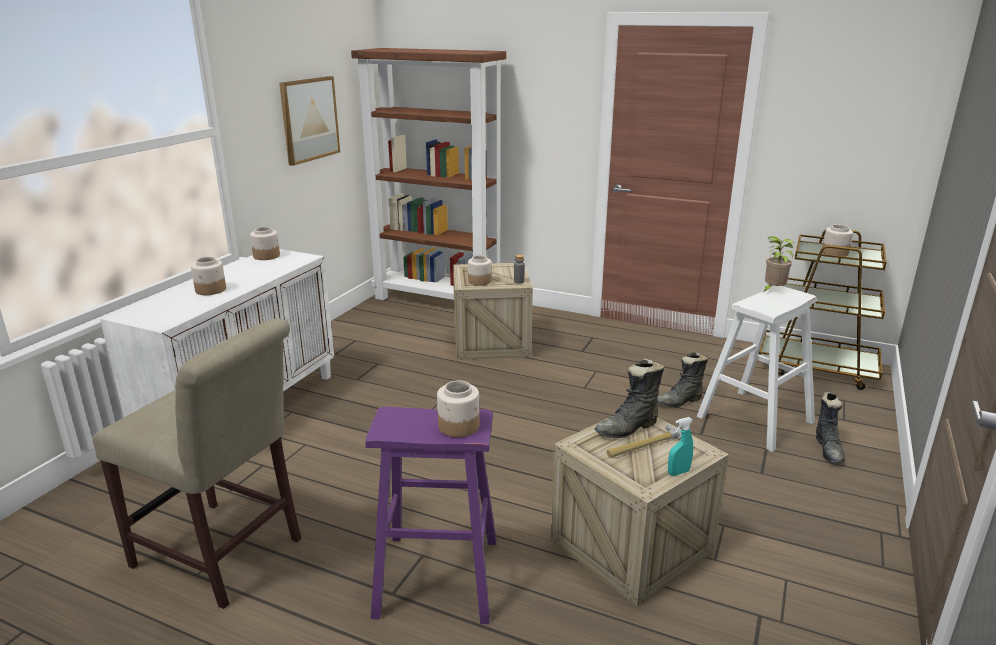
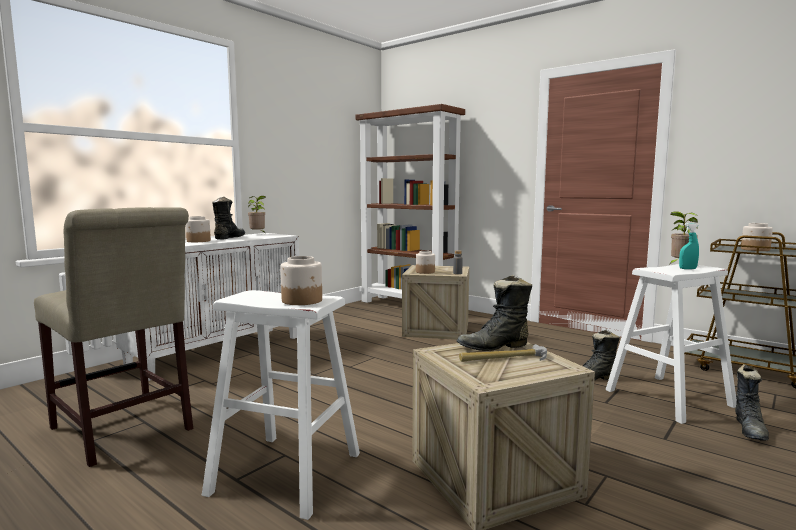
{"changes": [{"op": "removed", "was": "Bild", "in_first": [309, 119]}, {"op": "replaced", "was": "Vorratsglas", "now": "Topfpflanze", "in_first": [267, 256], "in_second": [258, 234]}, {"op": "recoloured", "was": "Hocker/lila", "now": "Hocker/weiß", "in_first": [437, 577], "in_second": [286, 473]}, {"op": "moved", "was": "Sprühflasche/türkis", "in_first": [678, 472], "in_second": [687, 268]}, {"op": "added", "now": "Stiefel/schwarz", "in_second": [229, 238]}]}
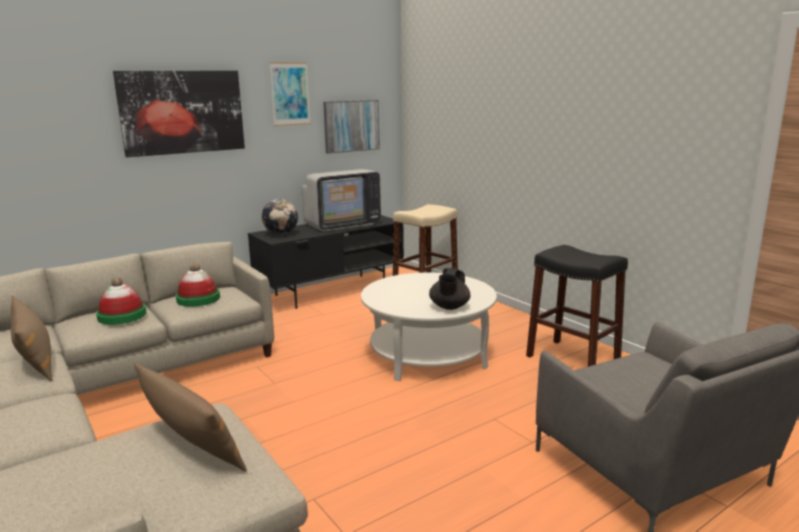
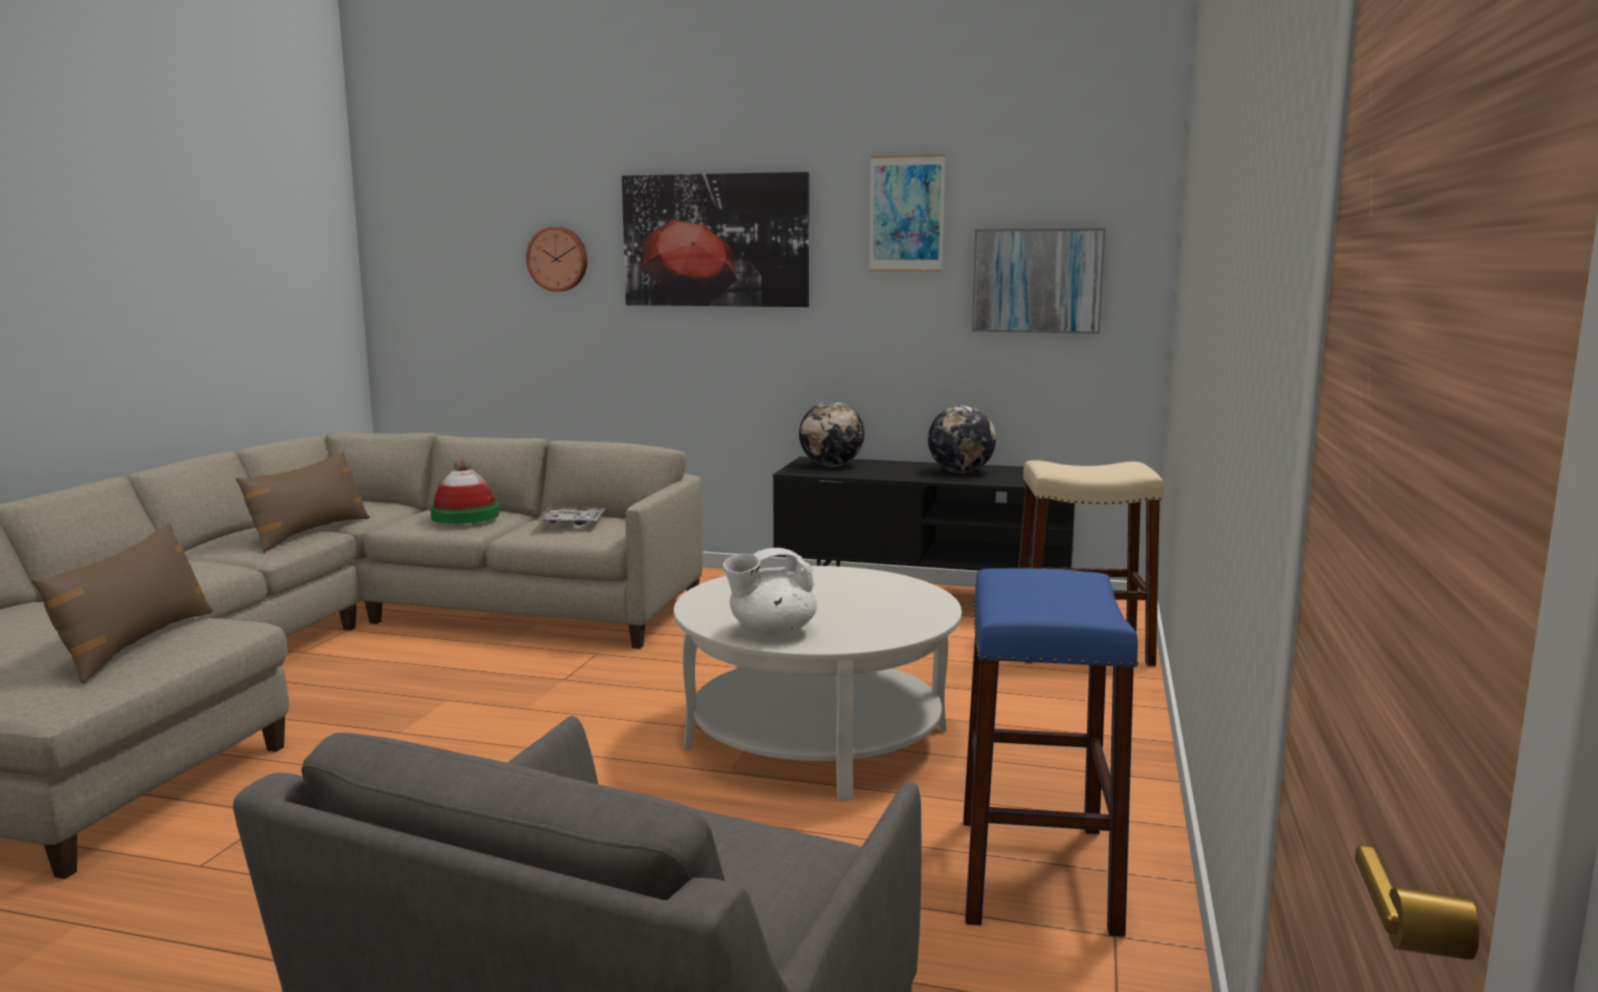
{"changes": [{"op": "replaced", "was": "Fernseher", "now": "Globus", "in_first": [342, 224], "in_second": [960, 472]}, {"op": "recoloured", "was": "Hocker/schwarz", "now": "Hocker/blau", "in_first": [572, 359], "in_second": [1036, 873]}, {"op": "replaced", "was": "Hut", "now": "Tablett", "in_first": [198, 299], "in_second": [572, 522]}, {"op": "recoloured", "was": "Teekanne/schwarz", "now": "Teekanne/weiß", "in_first": [449, 307], "in_second": [771, 631]}, {"op": "added", "now": "Wanduhr", "in_second": [558, 259]}]}
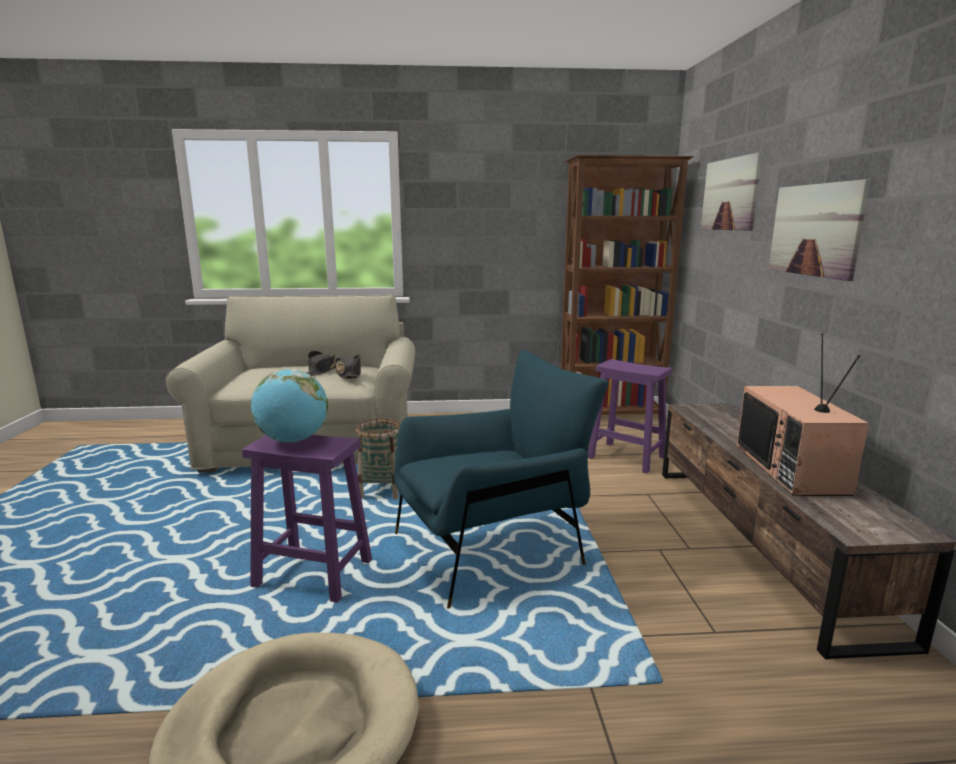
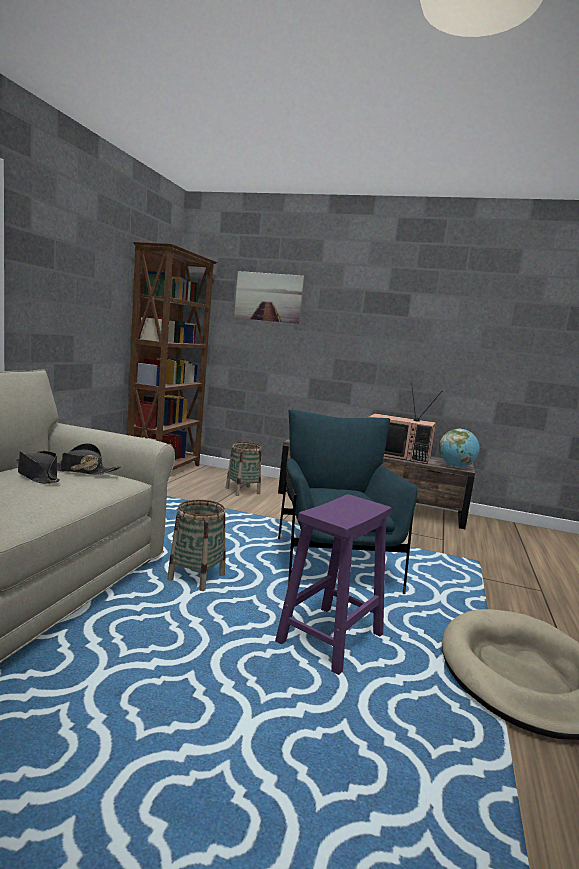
{"changes": [{"op": "removed", "was": "Bild", "in_first": [815, 230]}, {"op": "replaced", "was": "Hocker/lila", "now": "Korb", "in_first": [628, 457], "in_second": [242, 491]}, {"op": "moved", "was": "Globus", "in_first": [293, 440], "in_second": [456, 466]}]}
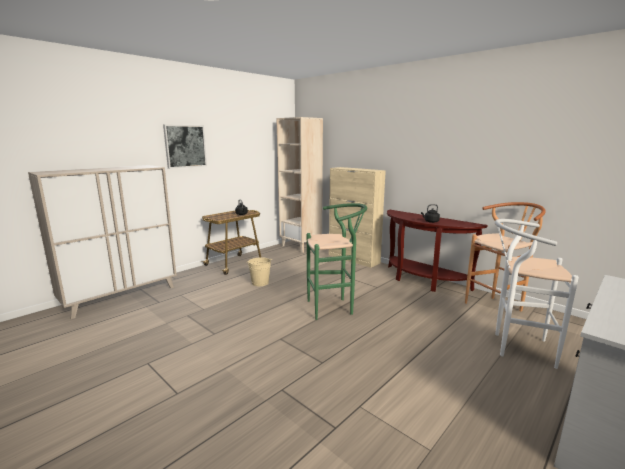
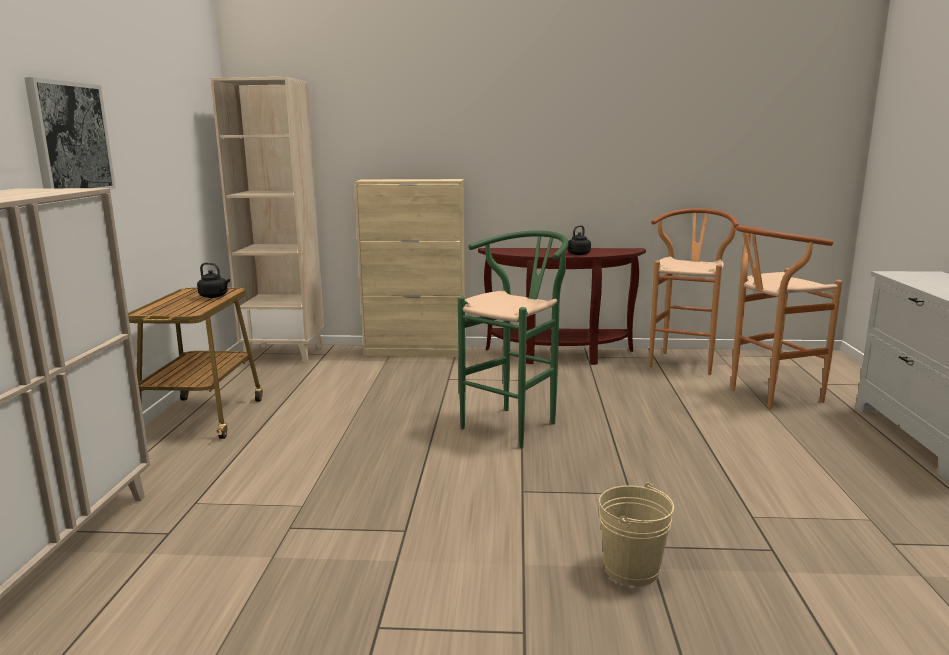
{"changes": [{"op": "recoloured", "was": "Hocker/weiß", "now": "Hocker/braun", "in_first": [516, 347], "in_second": [767, 396]}, {"op": "moved", "was": "Eimer/beige", "in_first": [260, 283], "in_second": [631, 569]}]}
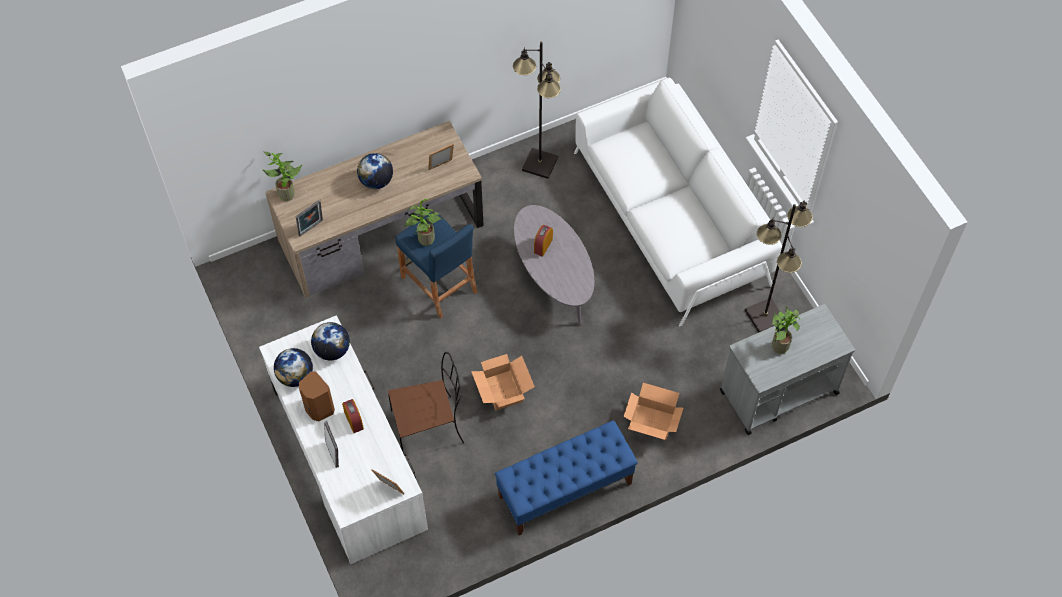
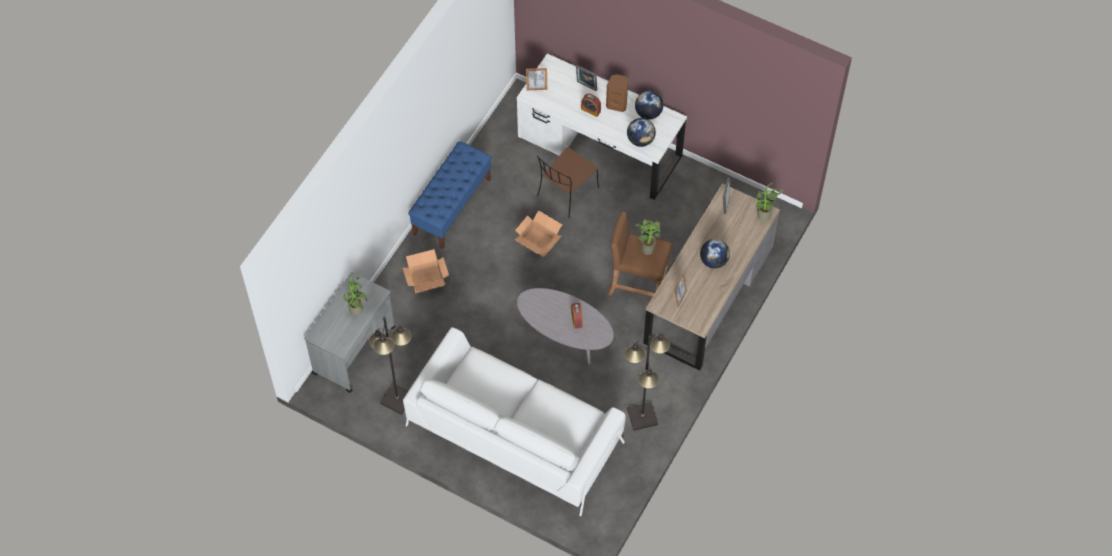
{"changes": [{"op": "recoloured", "was": "Hocker/blau", "now": "Hocker/braun", "in_first": [439, 284], "in_second": [638, 284]}]}
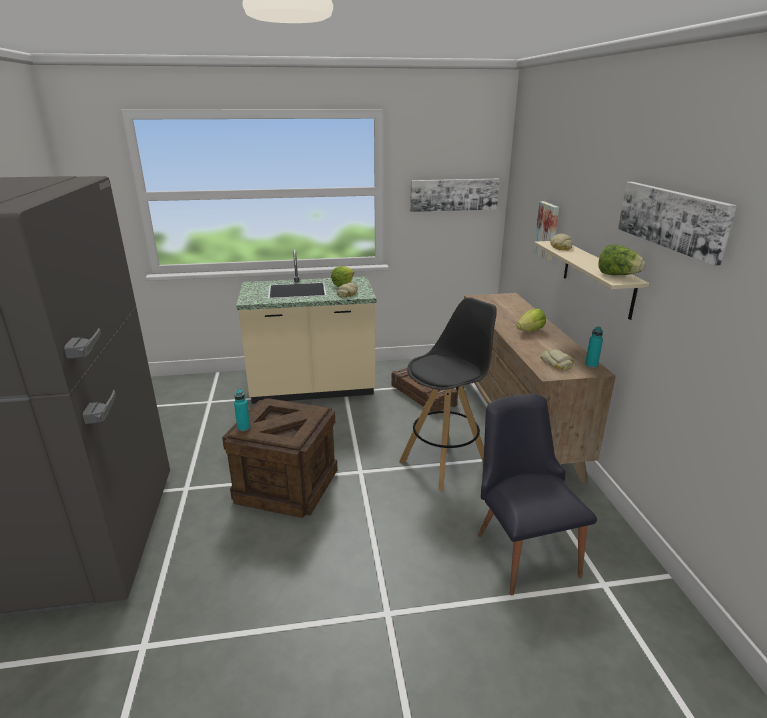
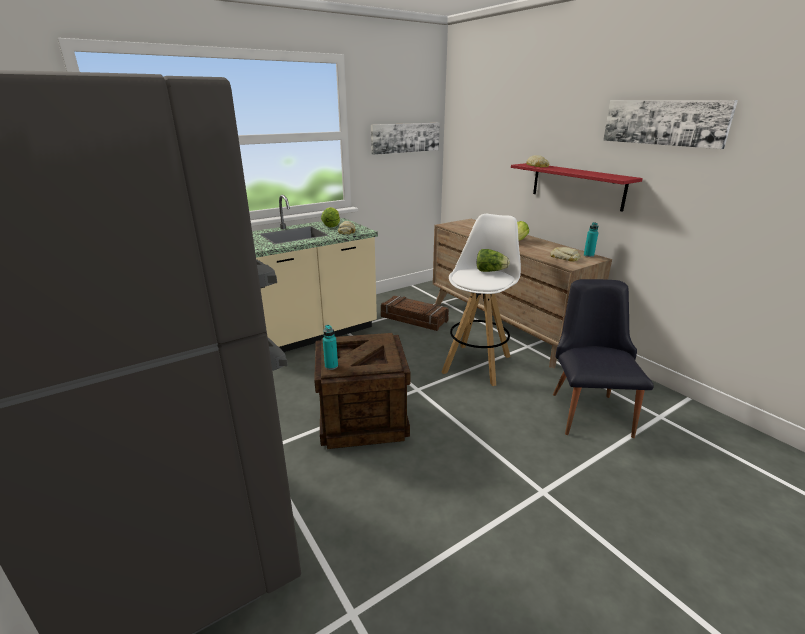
{"changes": [{"op": "removed", "was": "Bild", "in_first": [548, 230]}, {"op": "recoloured", "was": "Wandregal/beige", "now": "Wandregal/rot", "in_first": [597, 277], "in_second": [577, 186]}, {"op": "moved", "was": "Salatkopf", "in_first": [617, 275], "in_second": [490, 271]}, {"op": "recoloured", "was": "Hocker/schwarz", "now": "Hocker/weiß", "in_first": [445, 461], "in_second": [477, 363]}, {"op": "turned", "was": "Stuhl/schwarz", "in_first": [522, 547], "in_second": [588, 409], "clockwise": 45}]}
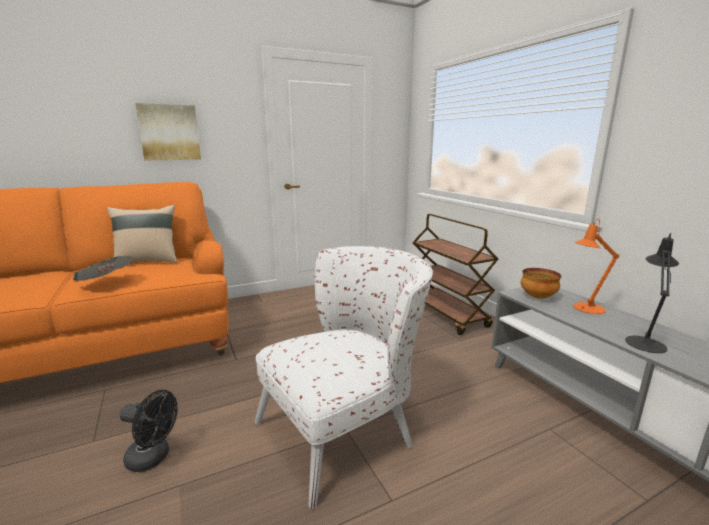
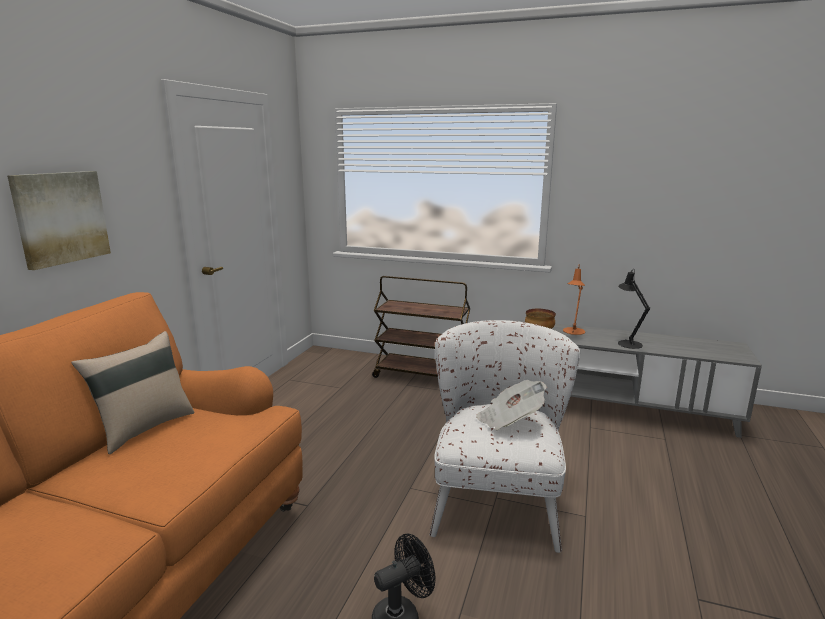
{"changes": [{"op": "moved", "was": "Zeitung", "in_first": [106, 283], "in_second": [509, 420]}]}
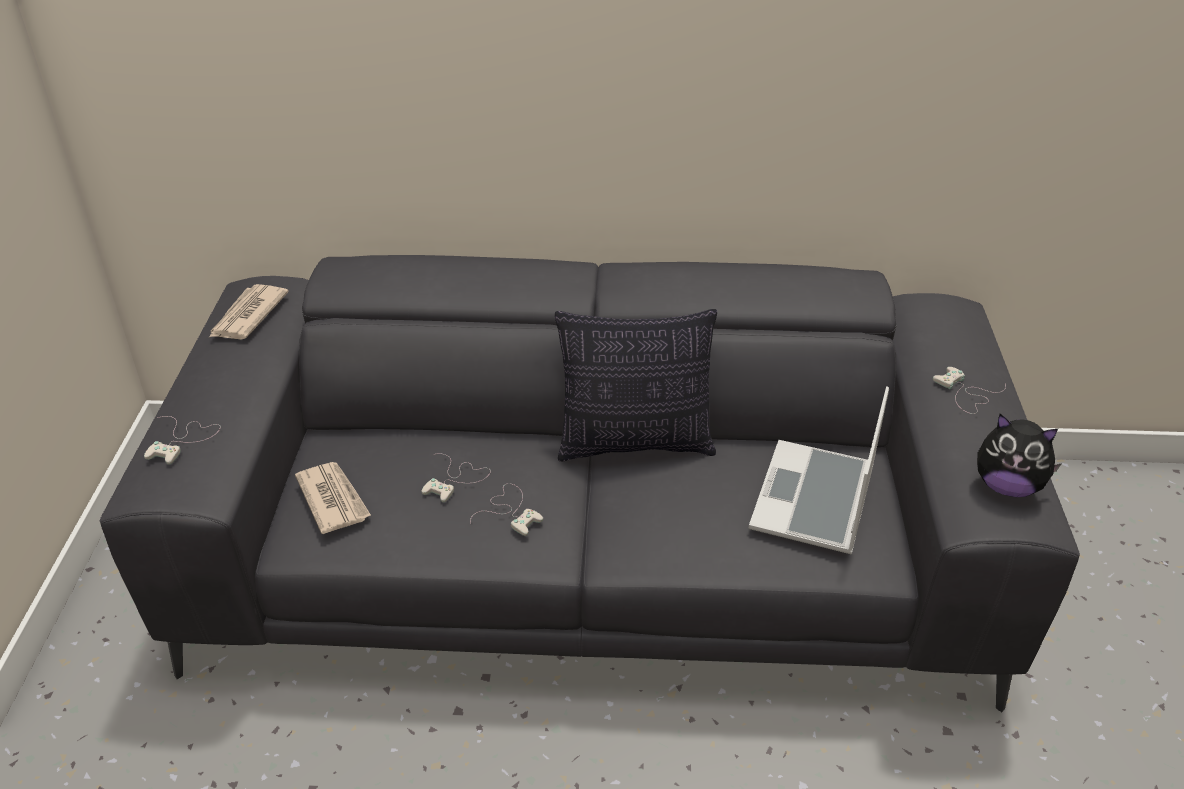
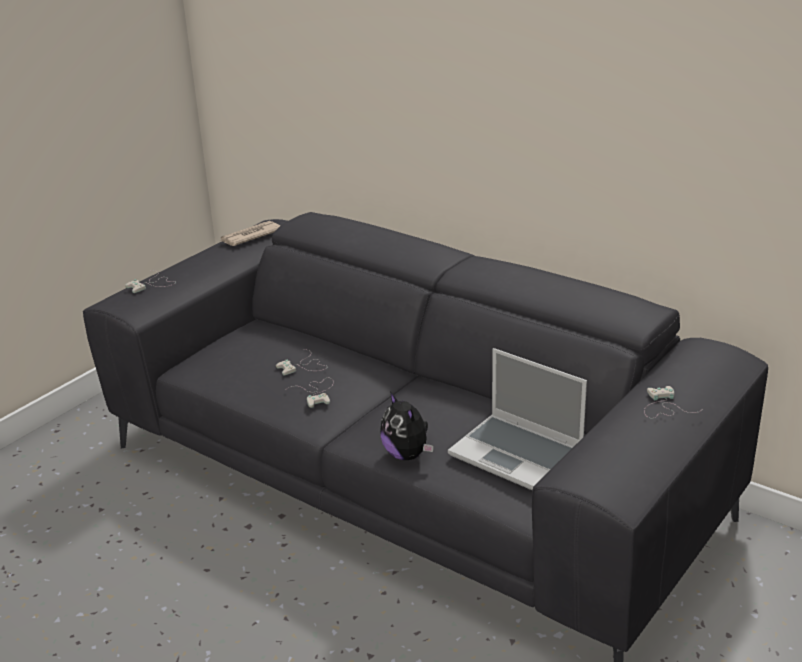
{"changes": [{"op": "removed", "was": "Kissen", "in_first": [635, 443]}, {"op": "turned", "was": "Laptop", "in_first": [815, 501], "in_second": [518, 454], "clockwise": -105}, {"op": "moved", "was": "Plüschtier", "in_first": [1007, 486], "in_second": [407, 455]}, {"op": "removed", "was": "Zeitung", "in_first": [333, 499]}]}
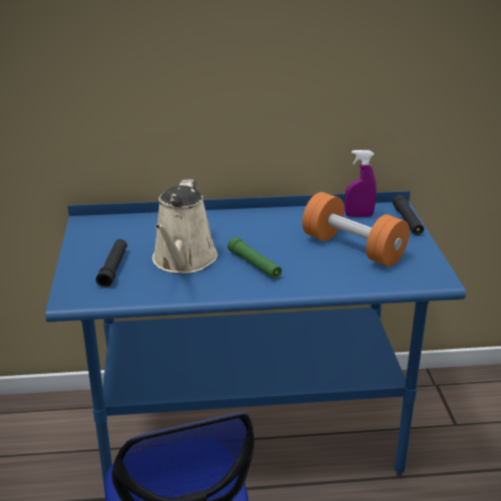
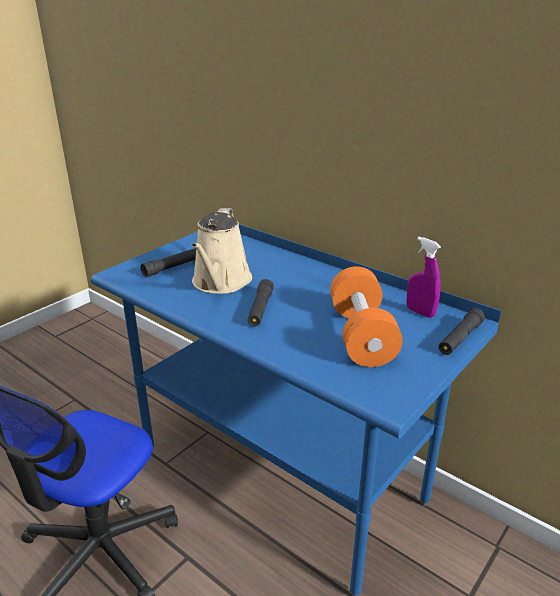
{"changes": [{"op": "turned", "was": "Gießkanne/beige", "in_first": [183, 261], "in_second": [220, 283], "clockwise": -45}, {"op": "recoloured", "was": "Taschenlampe/grün", "now": "Taschenlampe/schwarz", "in_first": [254, 265], "in_second": [260, 309]}]}
